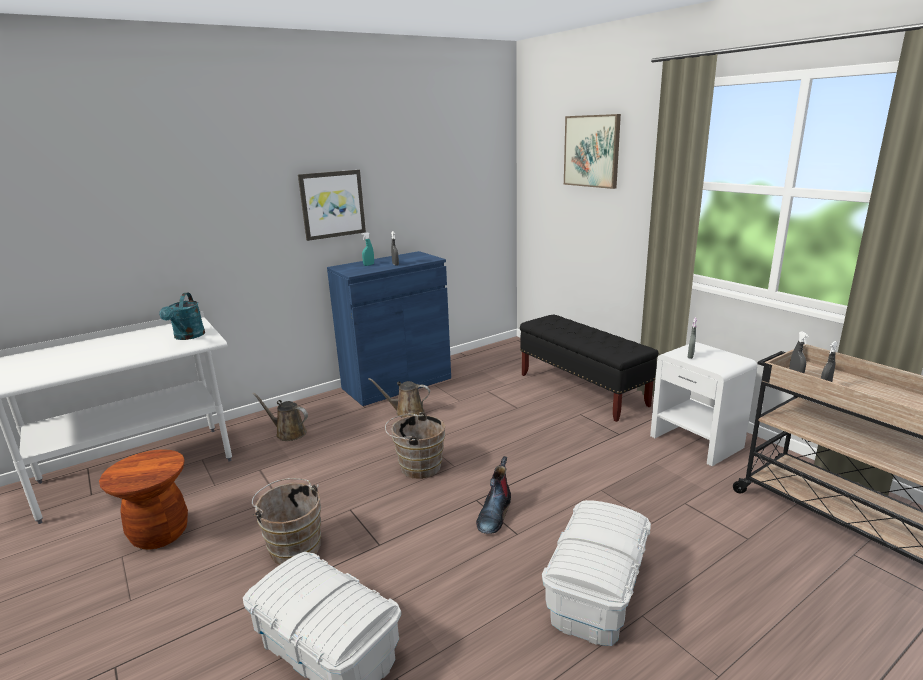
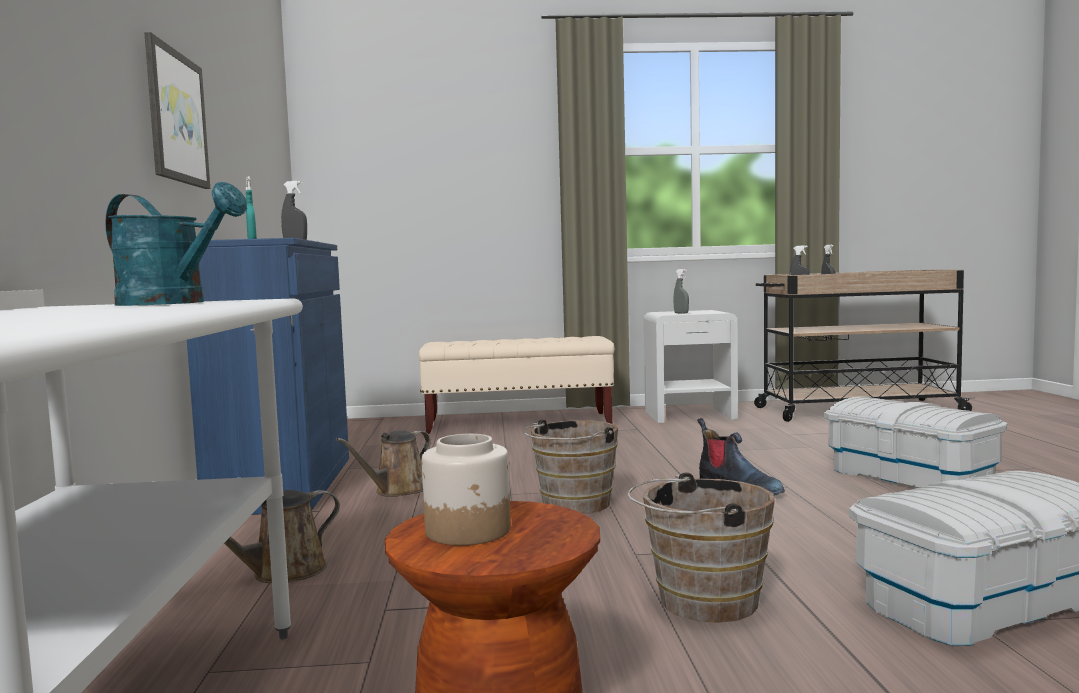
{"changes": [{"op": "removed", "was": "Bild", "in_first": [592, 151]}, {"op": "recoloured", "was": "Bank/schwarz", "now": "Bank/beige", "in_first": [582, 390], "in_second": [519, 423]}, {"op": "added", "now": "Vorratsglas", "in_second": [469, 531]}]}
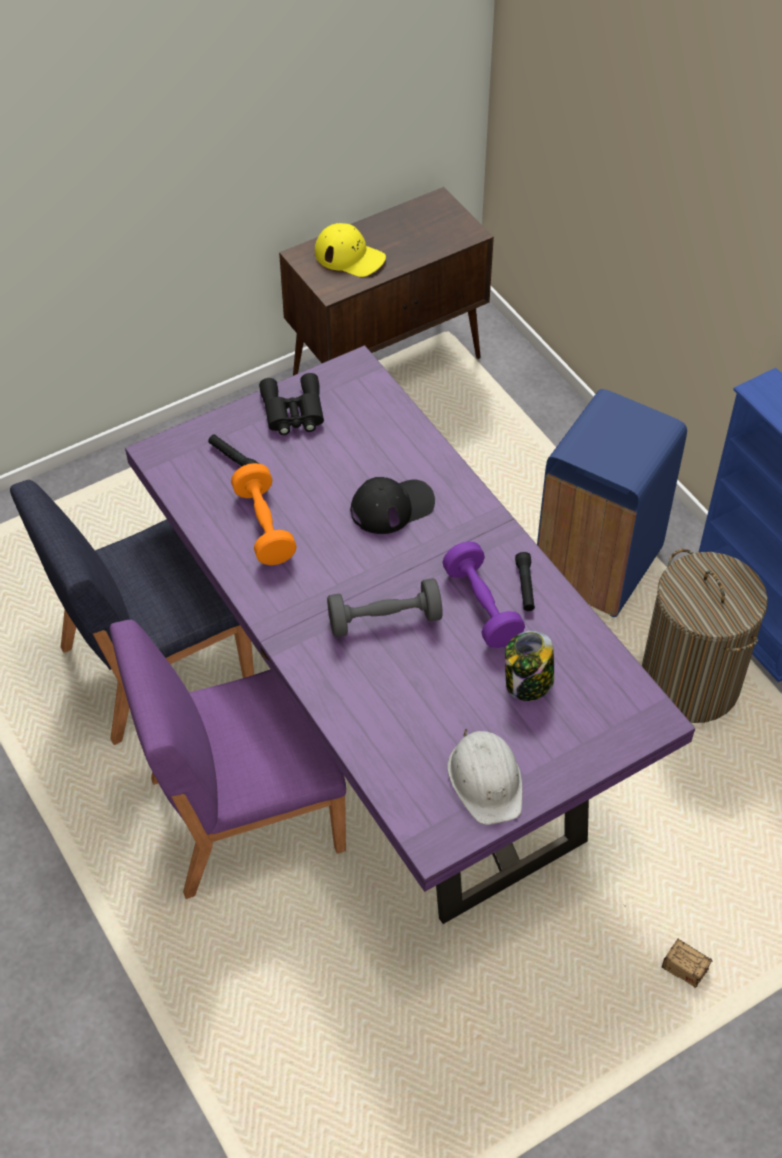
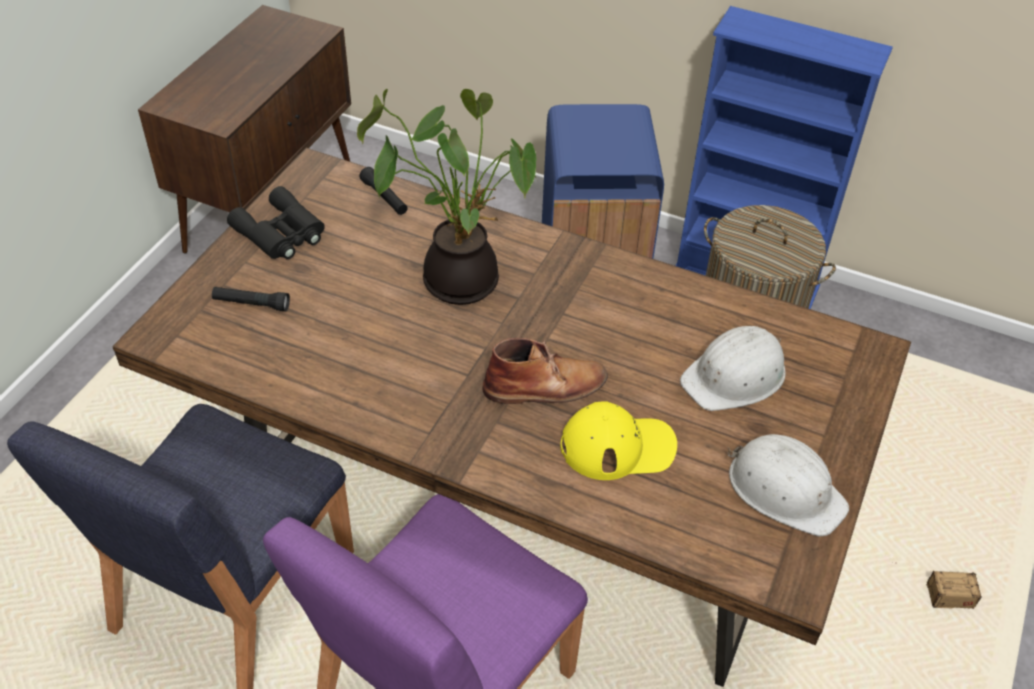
{"changes": [{"op": "moved", "was": "Kappe/gelb", "in_first": [350, 256], "in_second": [618, 446]}, {"op": "recoloured", "was": "Esstisch/lila", "now": "Esstisch/braun", "in_first": [388, 711], "in_second": [509, 510]}, {"op": "removed", "was": "Hantel/orange", "in_first": [264, 526]}, {"op": "replaced", "was": "Kappe/schwarz", "now": "Topfpflanze", "in_first": [392, 507], "in_second": [460, 277]}, {"op": "removed", "was": "Hantel/lila", "in_first": [482, 606]}, {"op": "moved", "was": "Taschenlampe/schwarz", "in_first": [525, 586], "in_second": [384, 198]}, {"op": "replaced", "was": "Hantel/grau", "now": "Stiefel/braun", "in_first": [384, 620], "in_second": [546, 386]}, {"op": "replaced", "was": "Vorratsglas", "now": "Schutzhelm/weiß", "in_first": [528, 683], "in_second": [735, 376]}]}
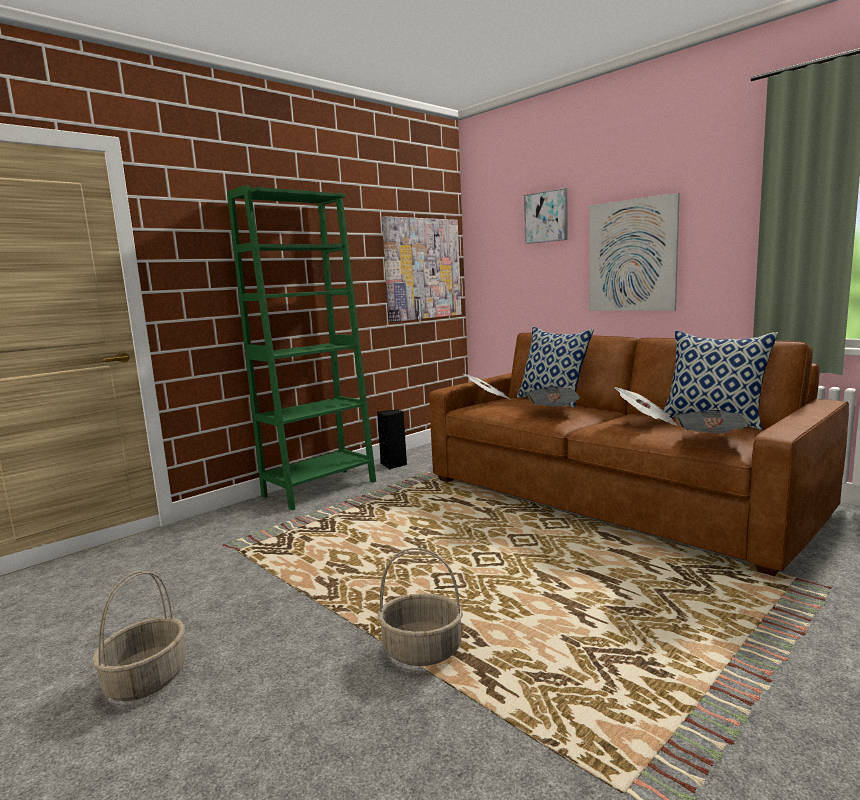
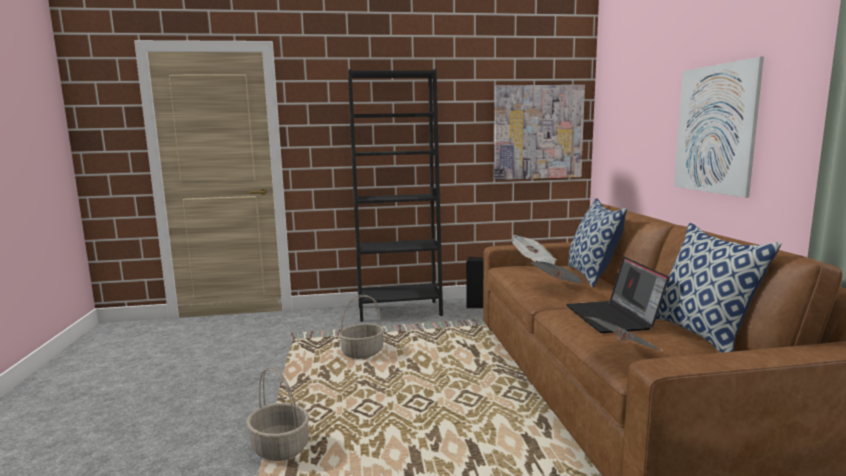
{"changes": [{"op": "recoloured", "was": "Bücherregal/grün", "now": "Bücherregal/schwarz", "in_first": [320, 488], "in_second": [399, 310]}, {"op": "removed", "was": "Bild", "in_first": [546, 217]}, {"op": "replaced", "was": "Zeitung", "now": "Laptop", "in_first": [646, 422], "in_second": [614, 318]}, {"op": "moved", "was": "Korb", "in_first": [146, 679], "in_second": [363, 352]}]}
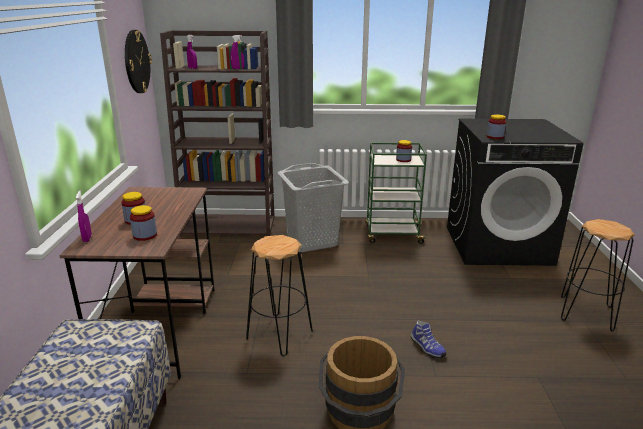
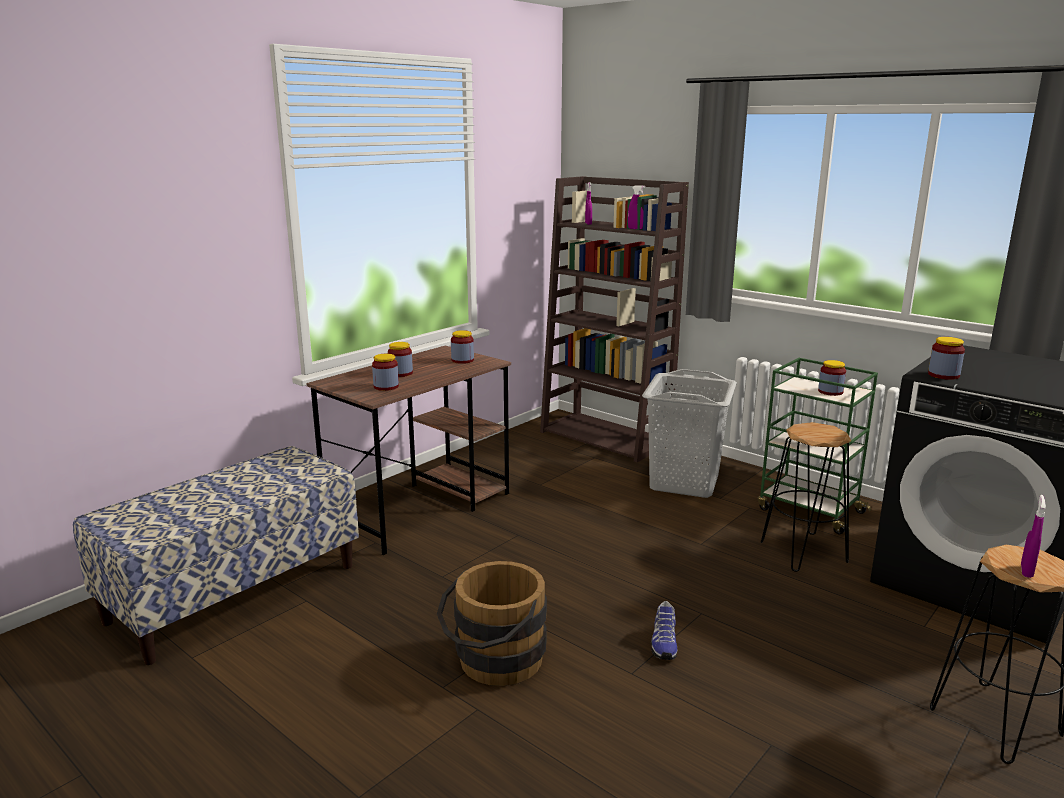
{"changes": [{"op": "removed", "was": "Wanduhr", "in_first": [136, 62]}, {"op": "moved", "was": "Sprühflasche/lila", "in_first": [87, 238], "in_second": [1026, 571]}, {"op": "moved", "was": "Hocker/schwarz", "in_first": [279, 335], "in_second": [802, 552]}, {"op": "added", "now": "Vorratsglas", "in_second": [462, 360]}]}
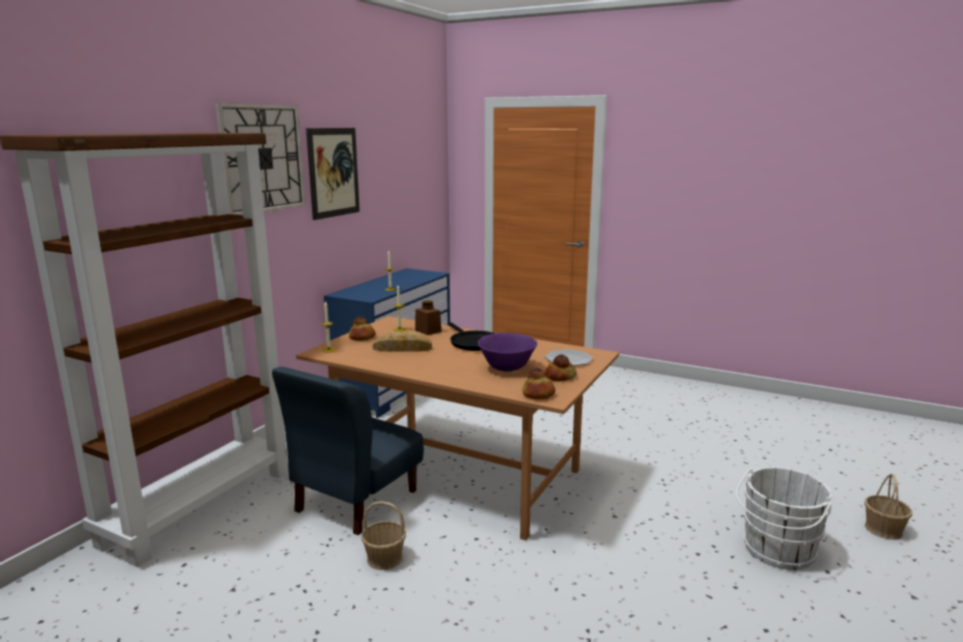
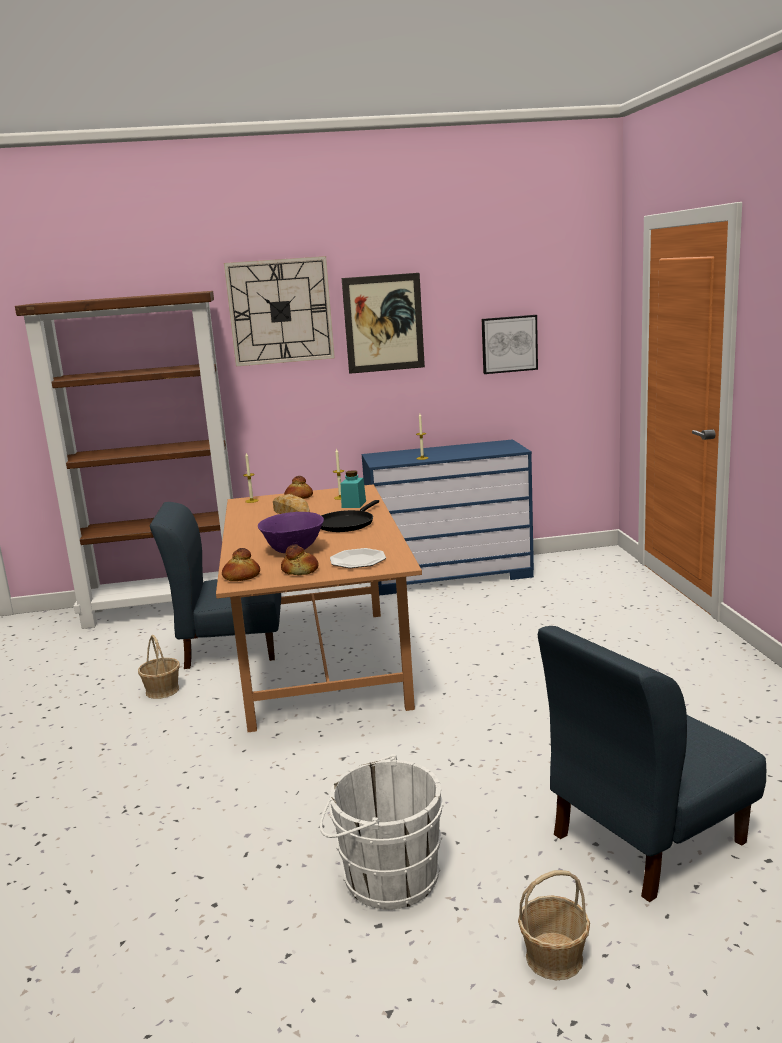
{"changes": [{"op": "recoloured", "was": "Vorratsglas/braun", "now": "Vorratsglas/türkis", "in_first": [428, 331], "in_second": [354, 504]}, {"op": "added", "now": "Bild", "in_second": [509, 344]}, {"op": "added", "now": "Stuhl/blau", "in_second": [646, 838]}]}
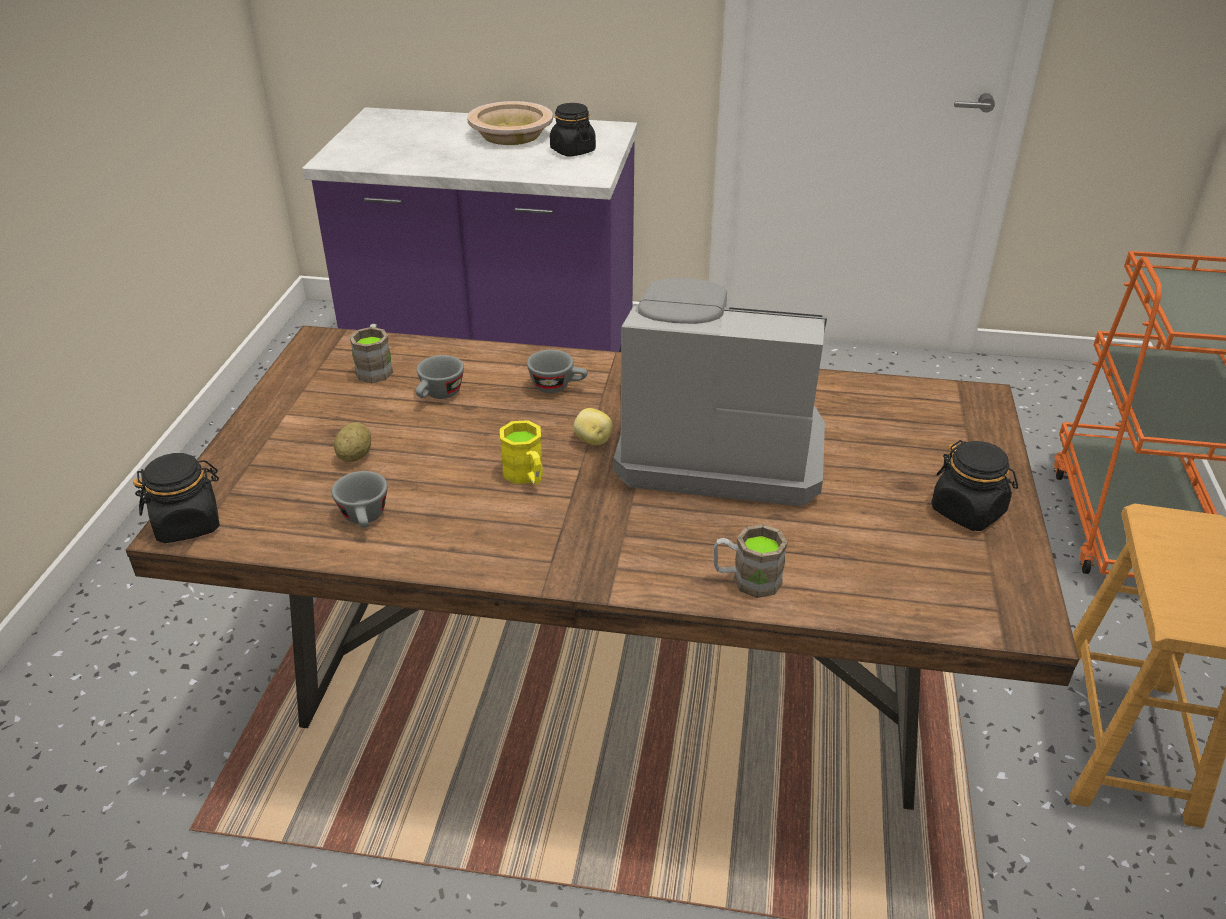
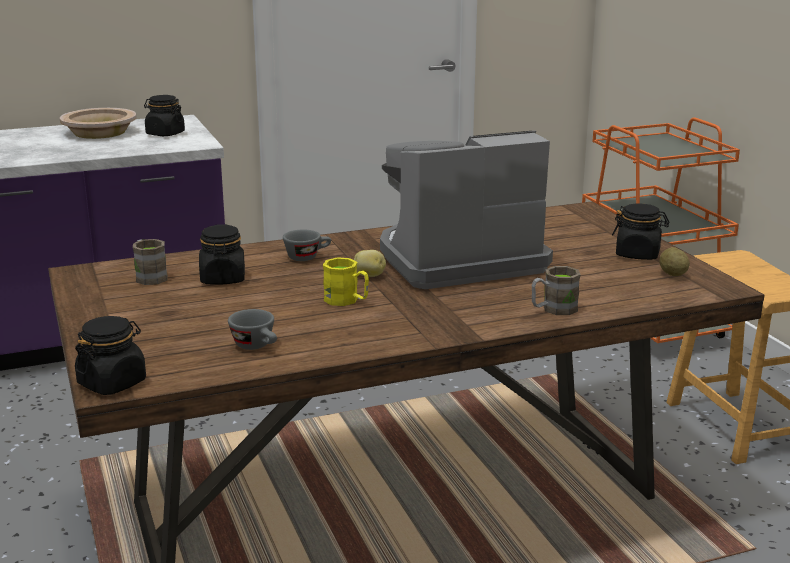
{"changes": [{"op": "replaced", "was": "Tasse/grau", "now": "Vorratsglas/schwarz", "in_first": [439, 395], "in_second": [223, 279]}, {"op": "moved", "was": "Kartoffel", "in_first": [355, 456], "in_second": [672, 274]}]}
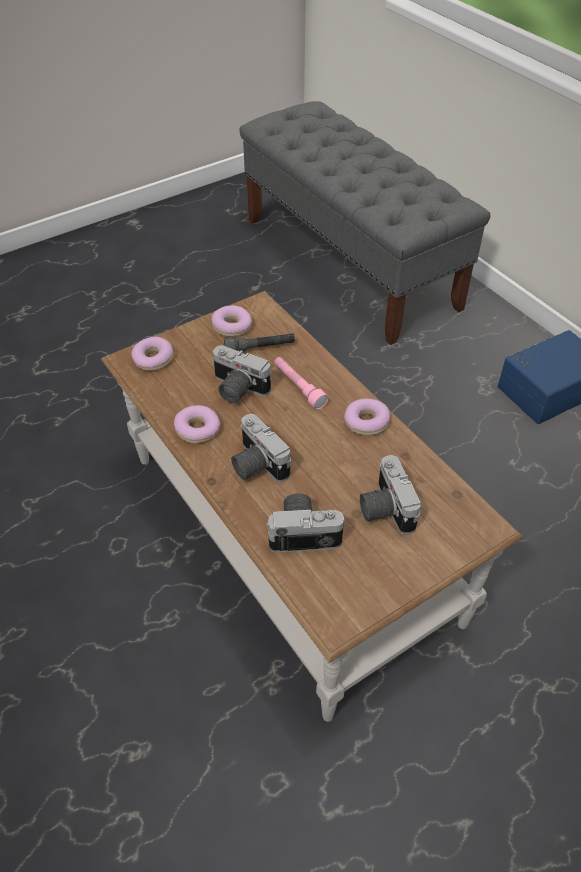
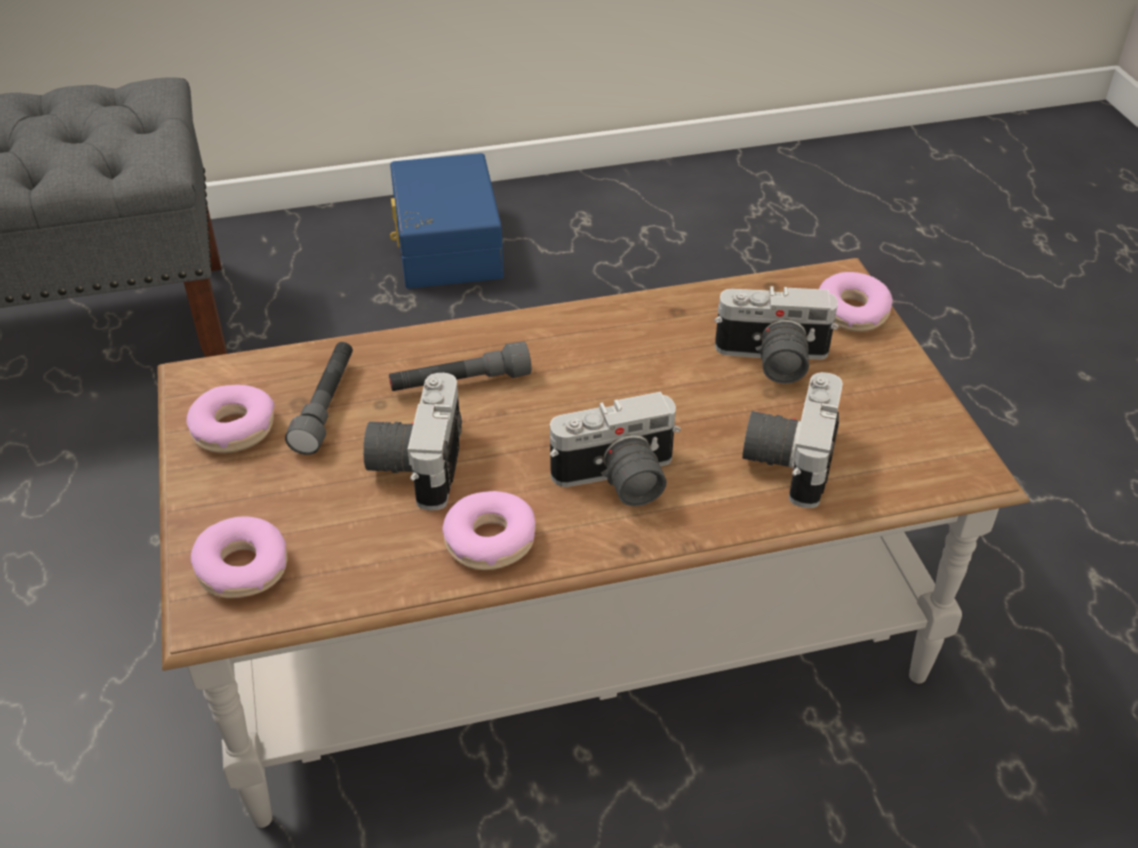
{"changes": [{"op": "turned", "was": "Kamera", "in_first": [236, 389], "in_second": [415, 463], "clockwise": 135}, {"op": "recoloured", "was": "Taschenlampe/rosa", "now": "Taschenlampe/grau", "in_first": [298, 387], "in_second": [460, 383]}, {"op": "moved", "was": "Donut", "in_first": [366, 422], "in_second": [851, 312]}]}
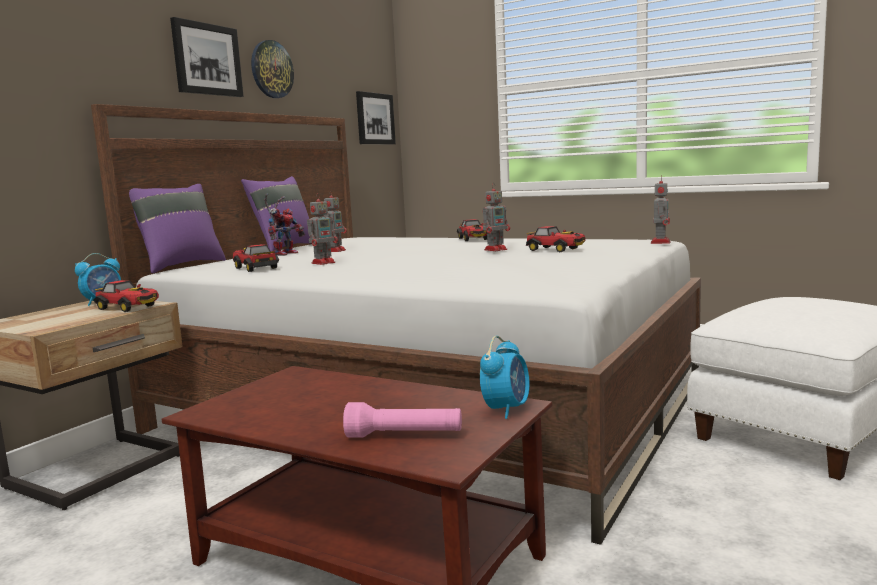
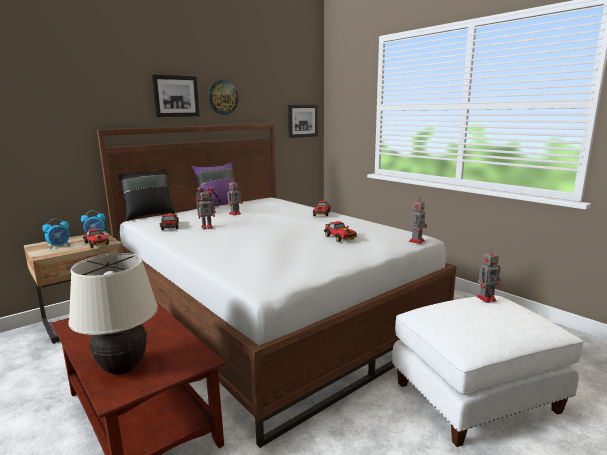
{"changes": [{"op": "recoloured", "was": "Kissen/lila", "now": "Kissen/schwarz", "in_first": [180, 266], "in_second": [148, 215]}, {"op": "moved", "was": "Spielzeugroboter", "in_first": [496, 249], "in_second": [487, 298]}, {"op": "moved", "was": "Wecker", "in_first": [506, 409], "in_second": [59, 246]}, {"op": "replaced", "was": "Taschenlampe/rosa", "now": "Tischlampe/beige", "in_first": [404, 436], "in_second": [122, 369]}]}
